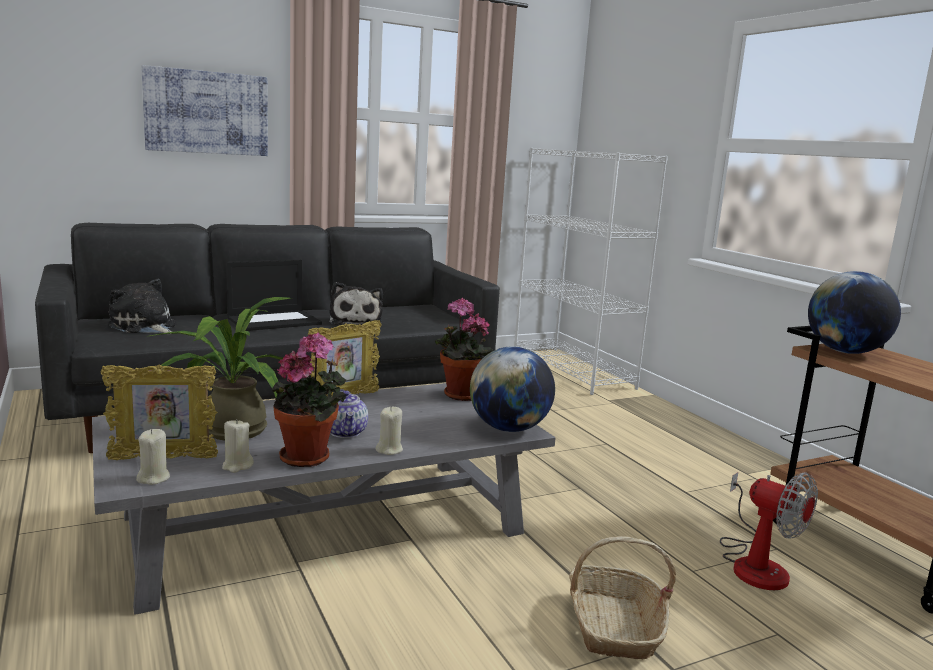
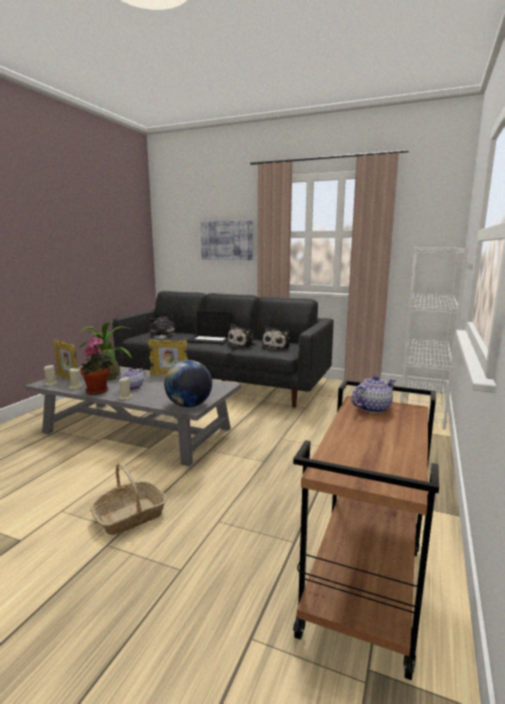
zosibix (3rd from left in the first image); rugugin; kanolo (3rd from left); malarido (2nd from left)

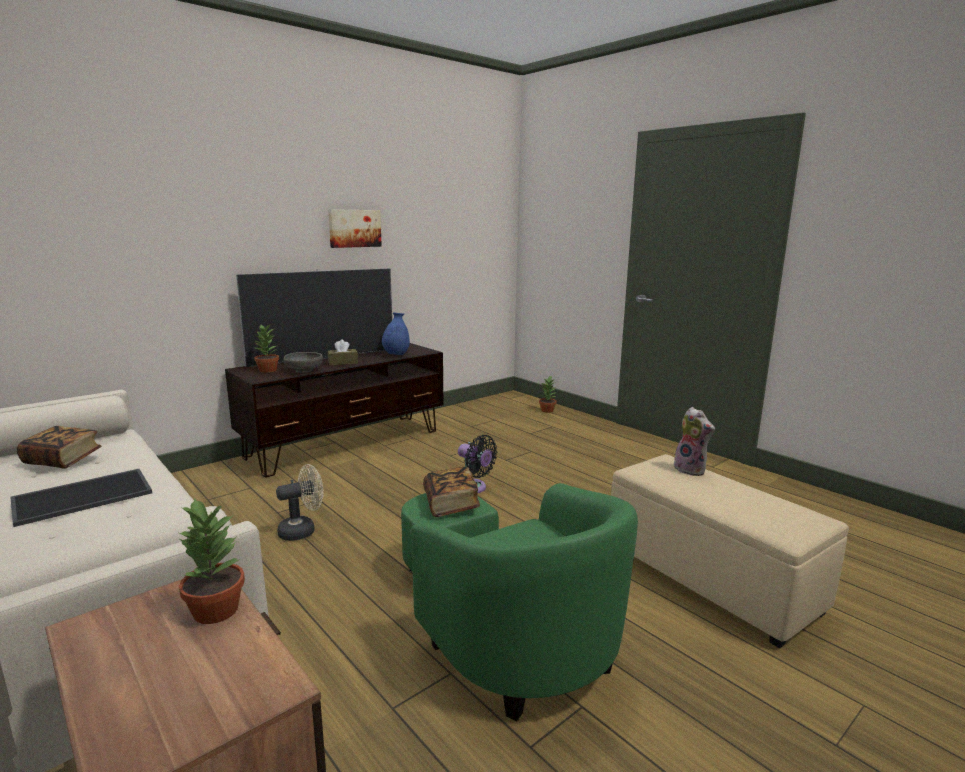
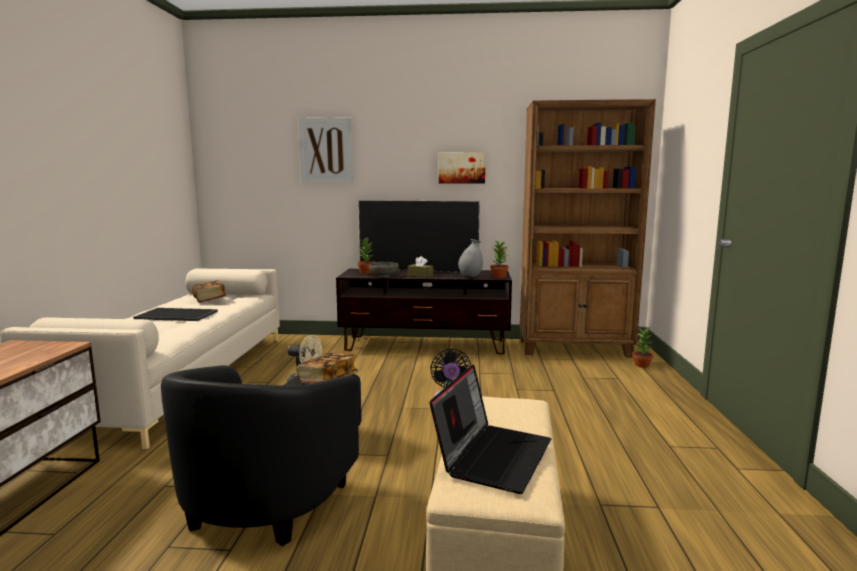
kanolo; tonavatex (1st from left); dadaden; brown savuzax; zosibix (2nd from left); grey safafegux; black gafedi

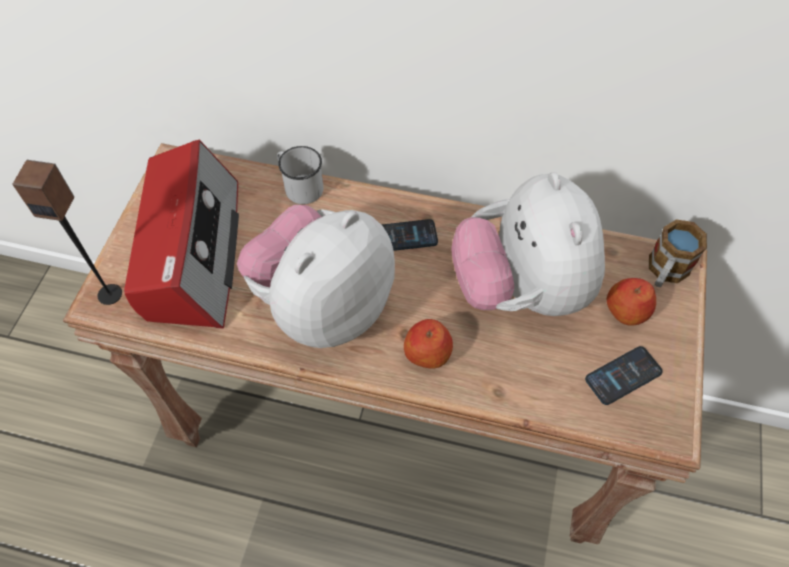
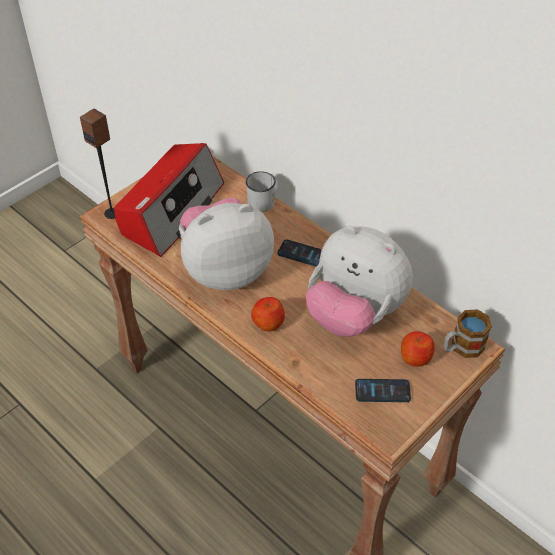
kanolo (2nd from left)

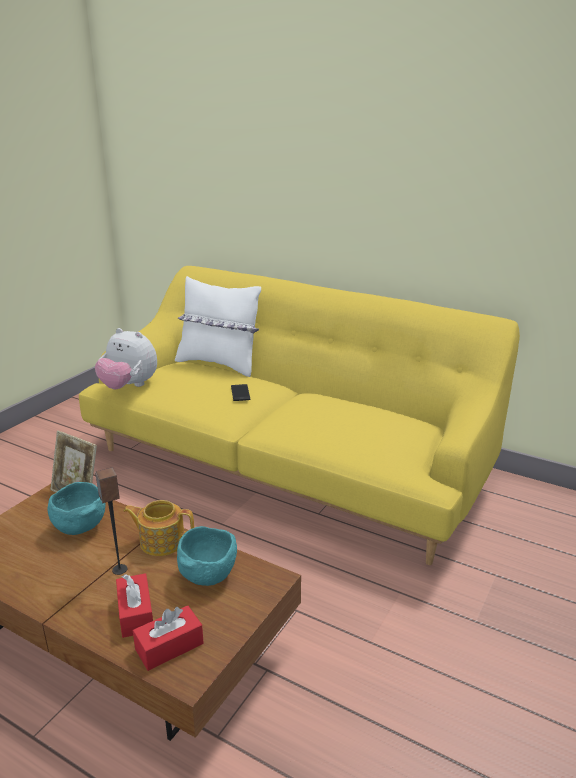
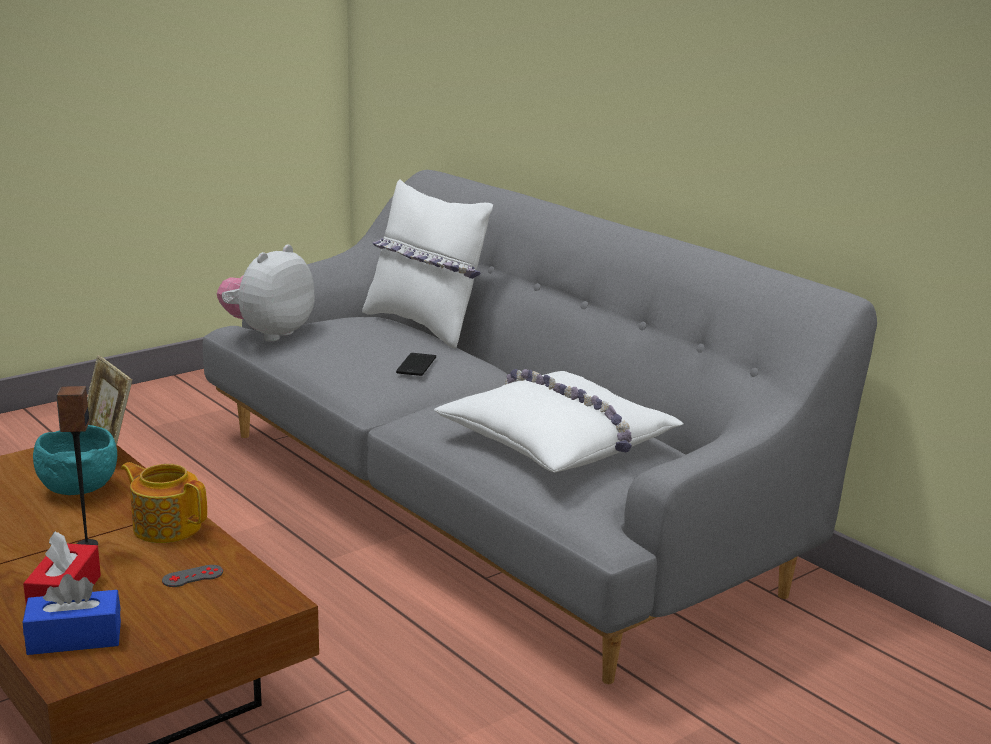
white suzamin (2nd from left); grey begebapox; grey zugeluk; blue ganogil; kanolo

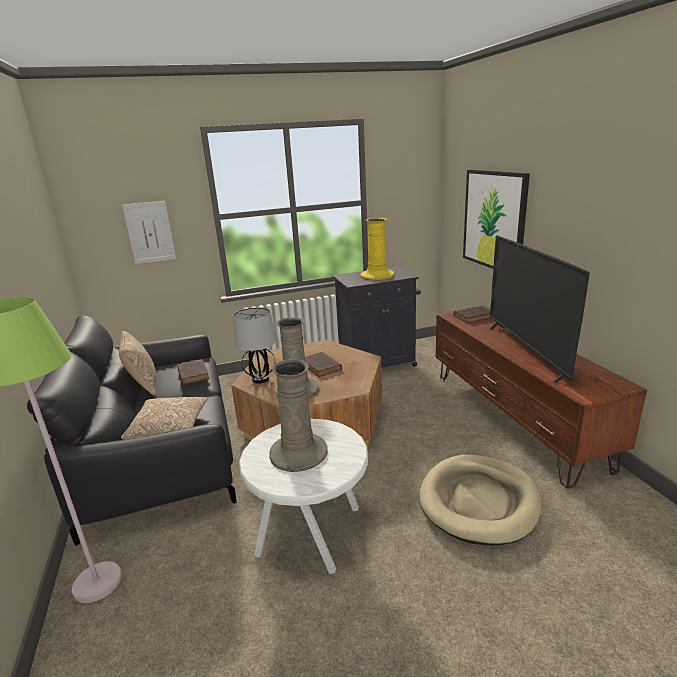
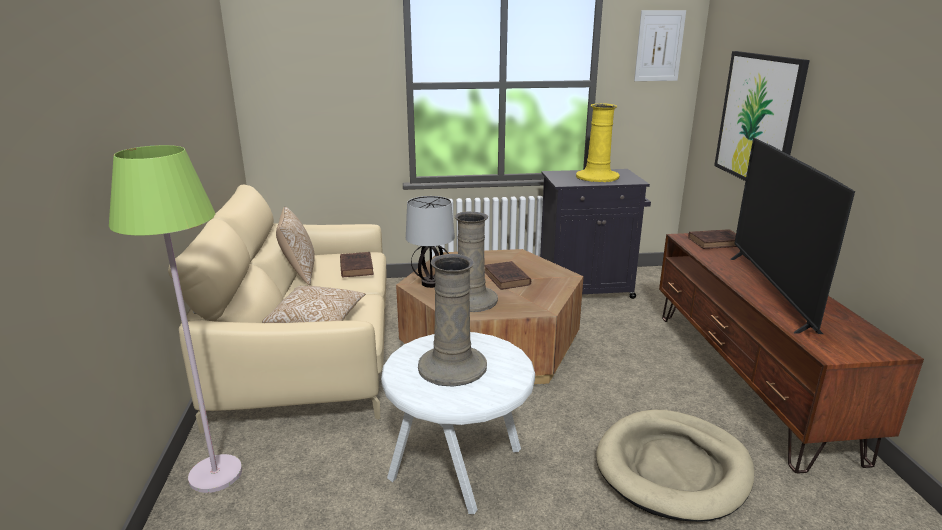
tonavatex (1st from left); beige zugeluk

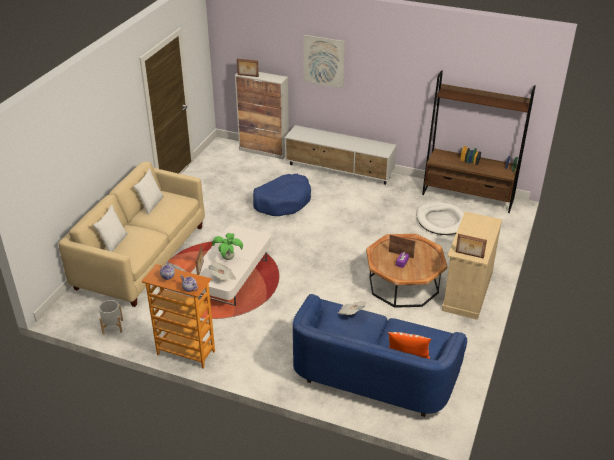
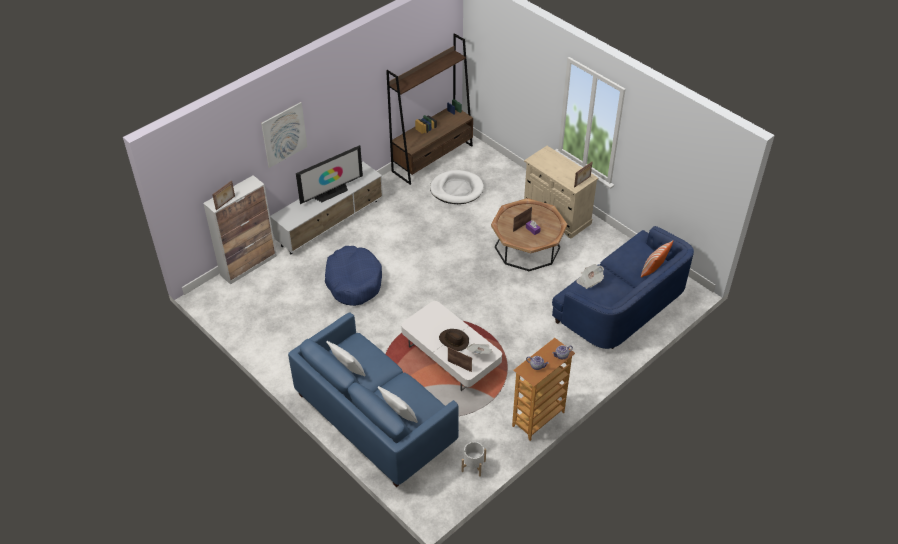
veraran; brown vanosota; blue zugeluk (1st from left)

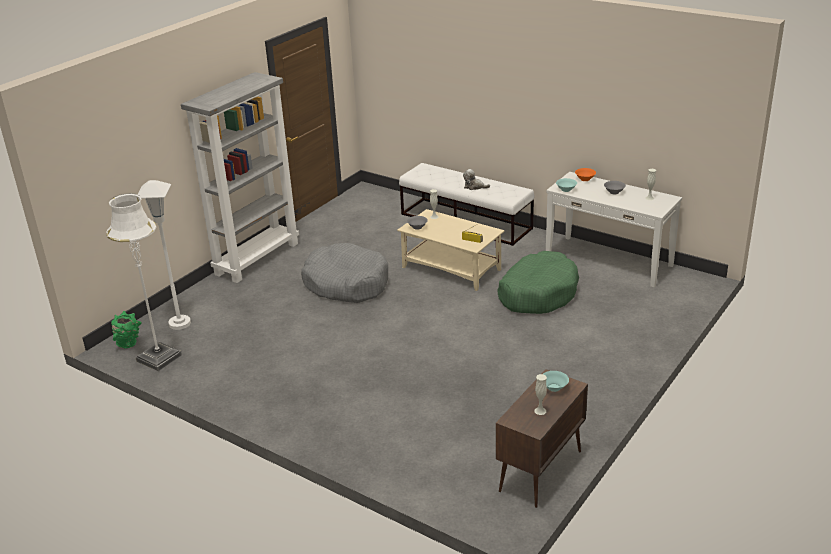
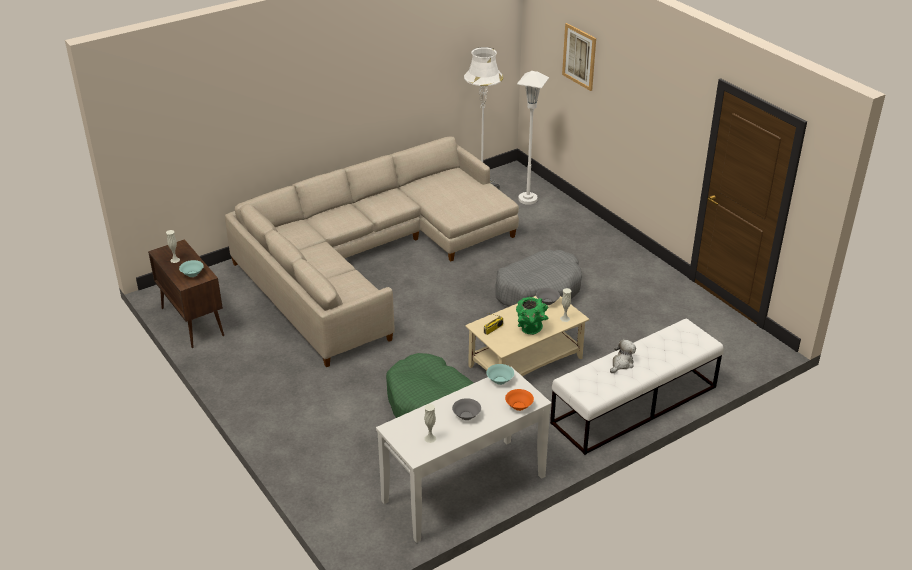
grey savuzax; beige zugeluk; tonavatex; green safafegux

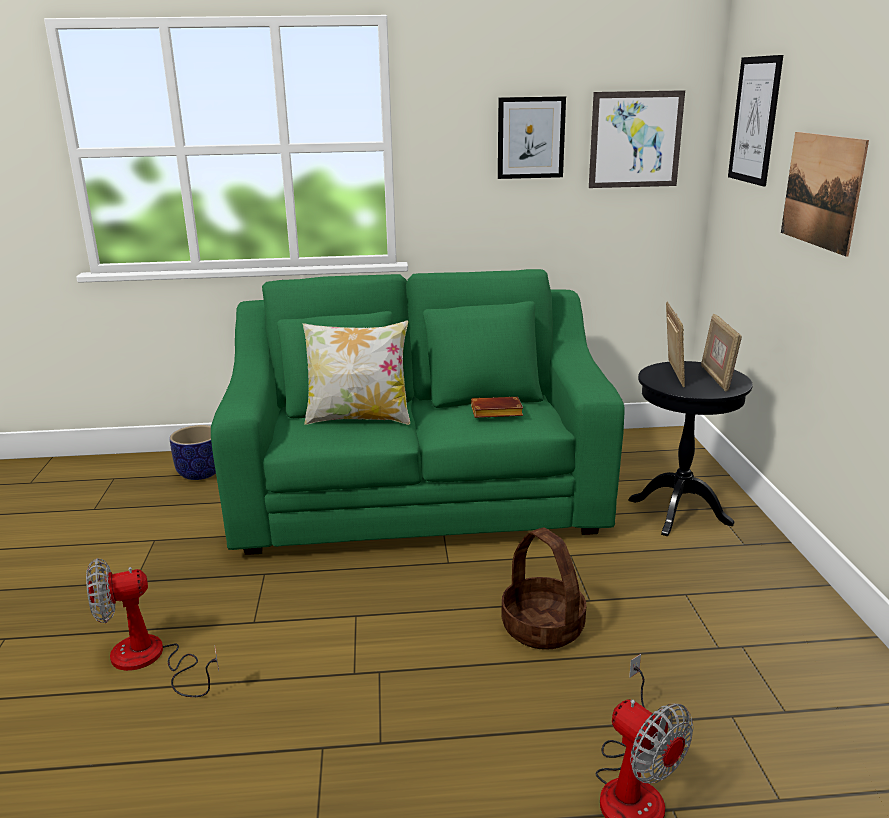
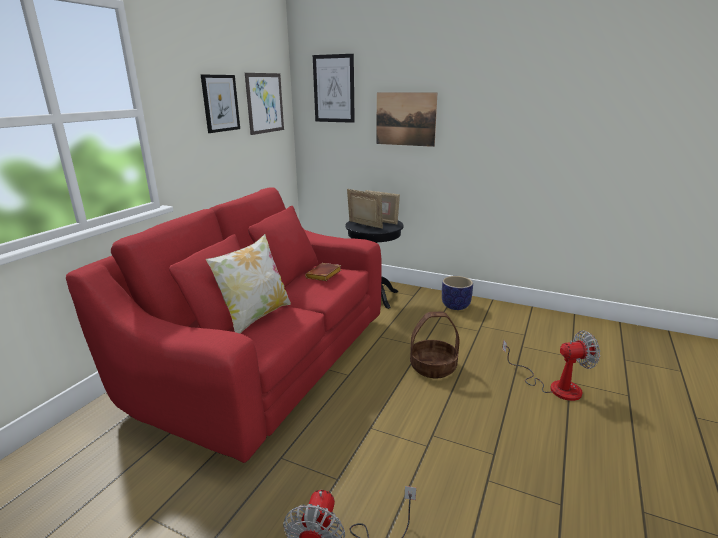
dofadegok; red zugeluk

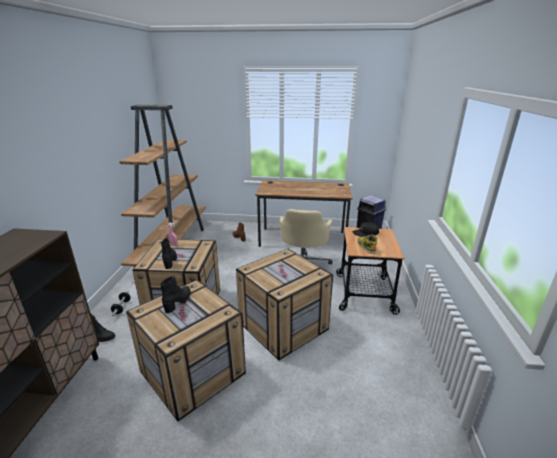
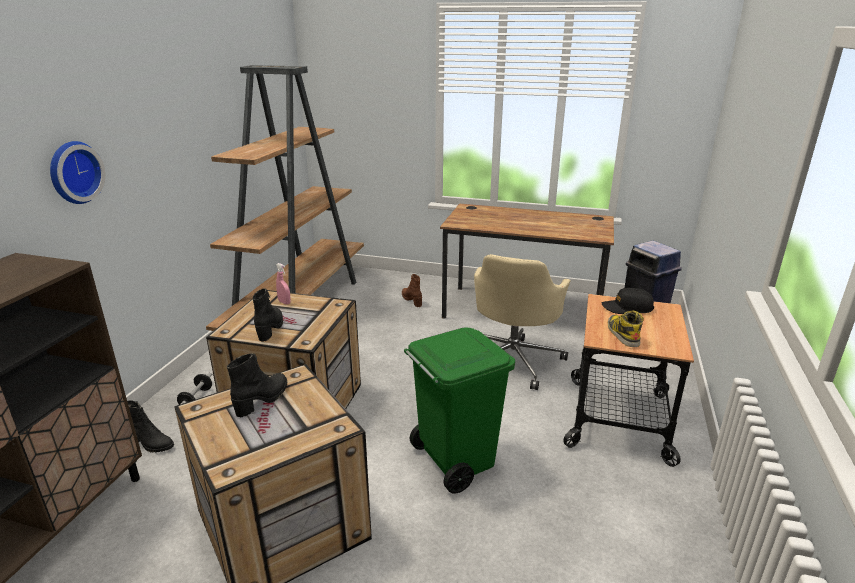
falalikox; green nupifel

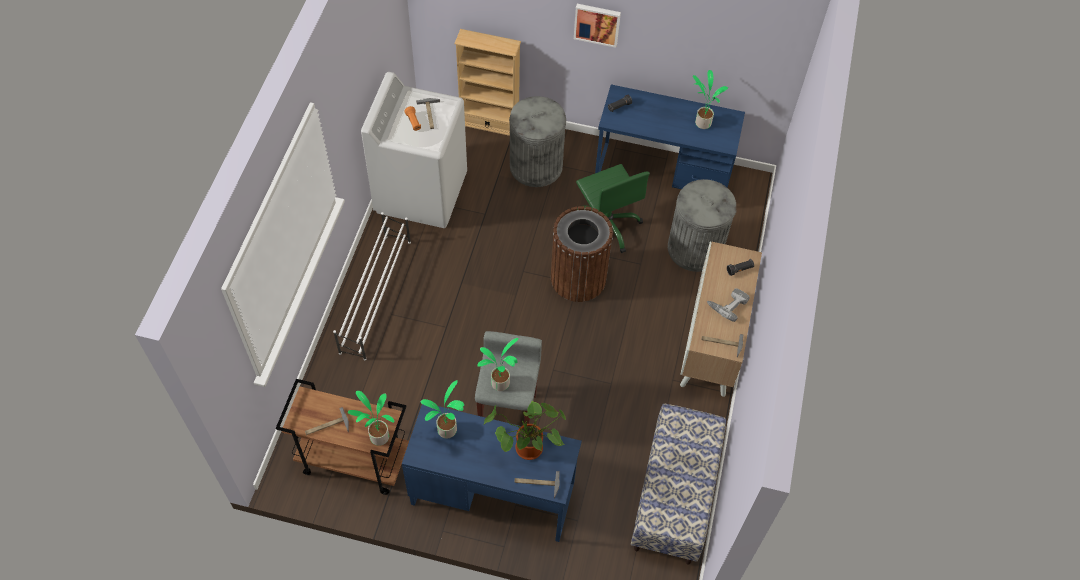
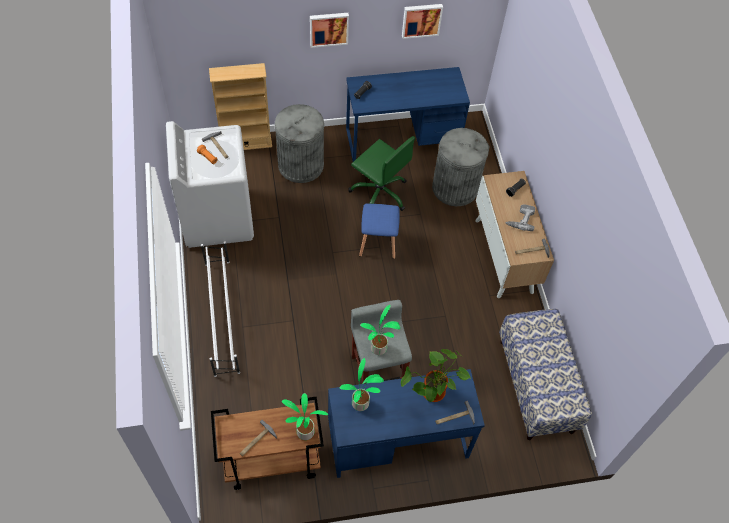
zosibix (5th from left in the first image); tonavatex (2nd from left); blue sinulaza

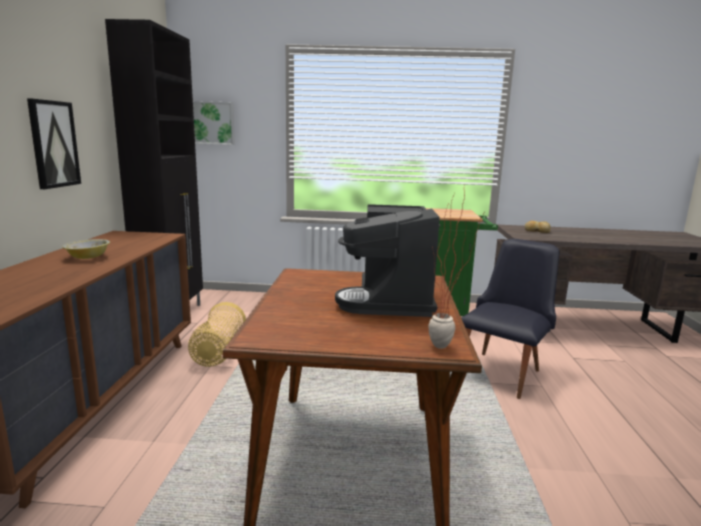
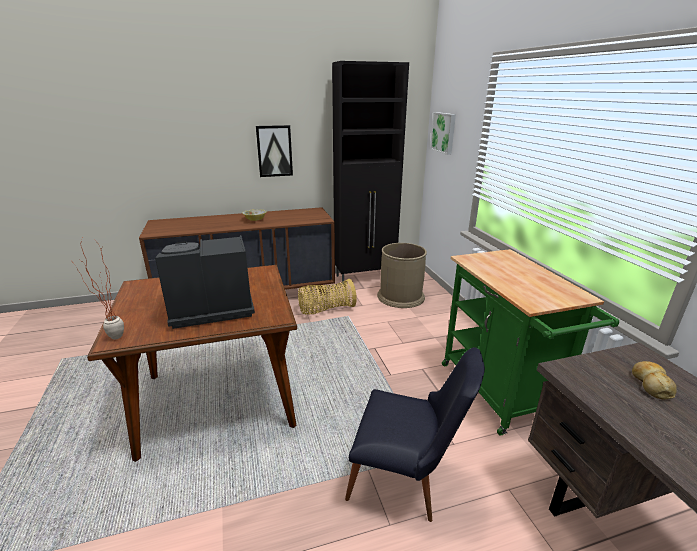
brown nupifel

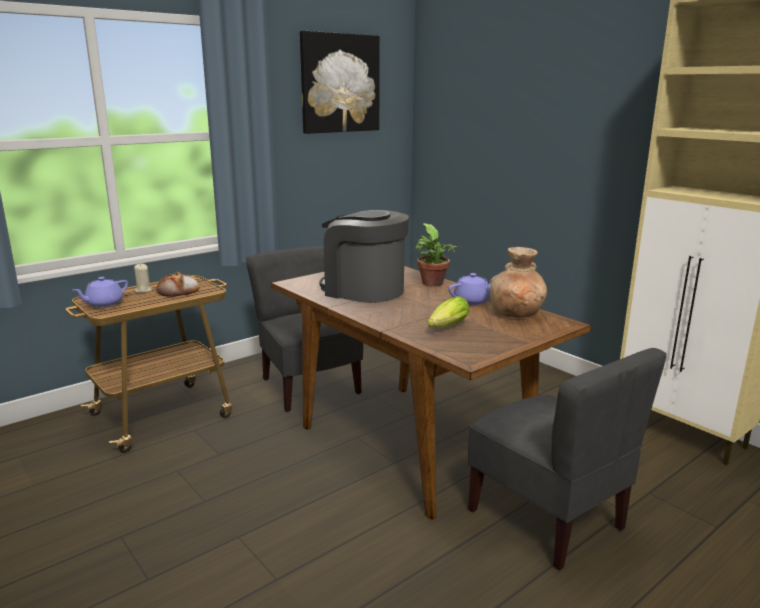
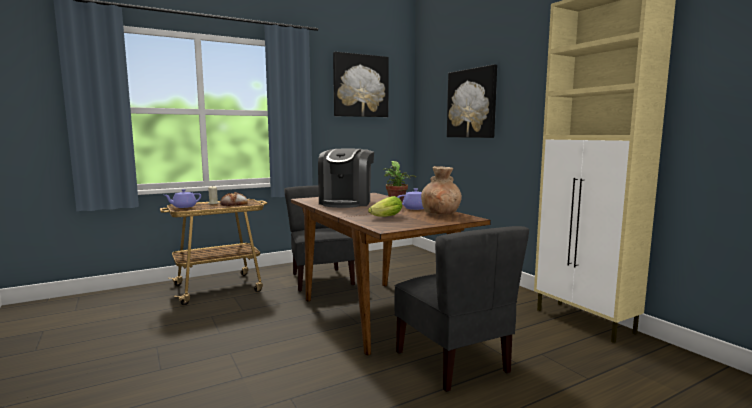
tonavatex (2nd from left); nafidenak

